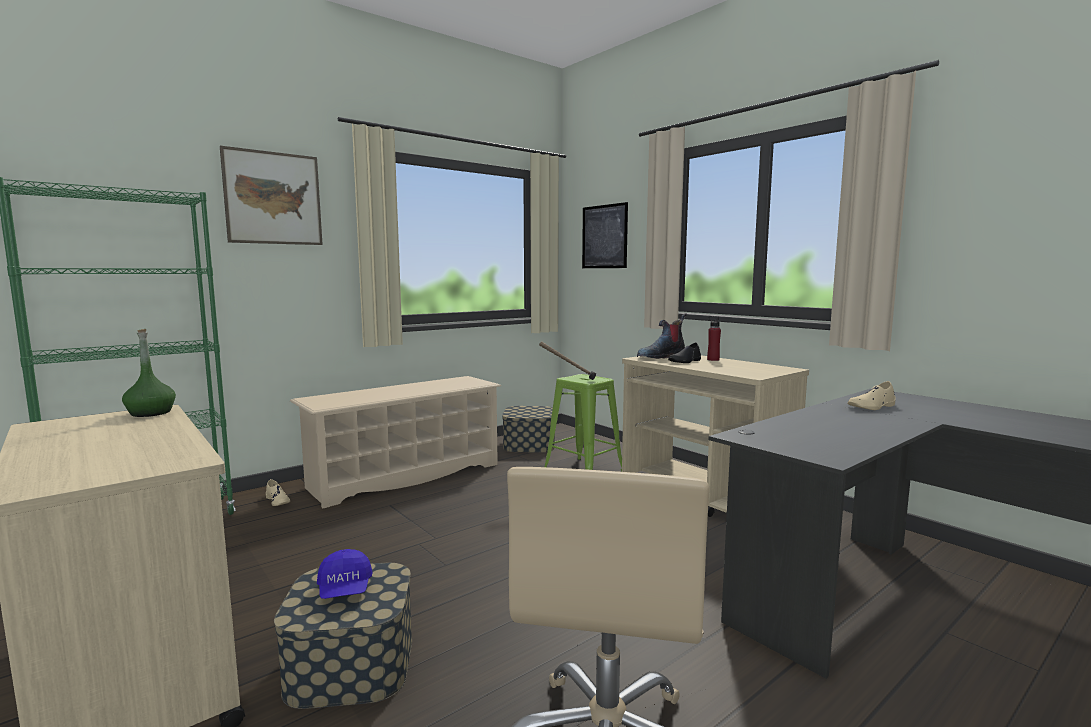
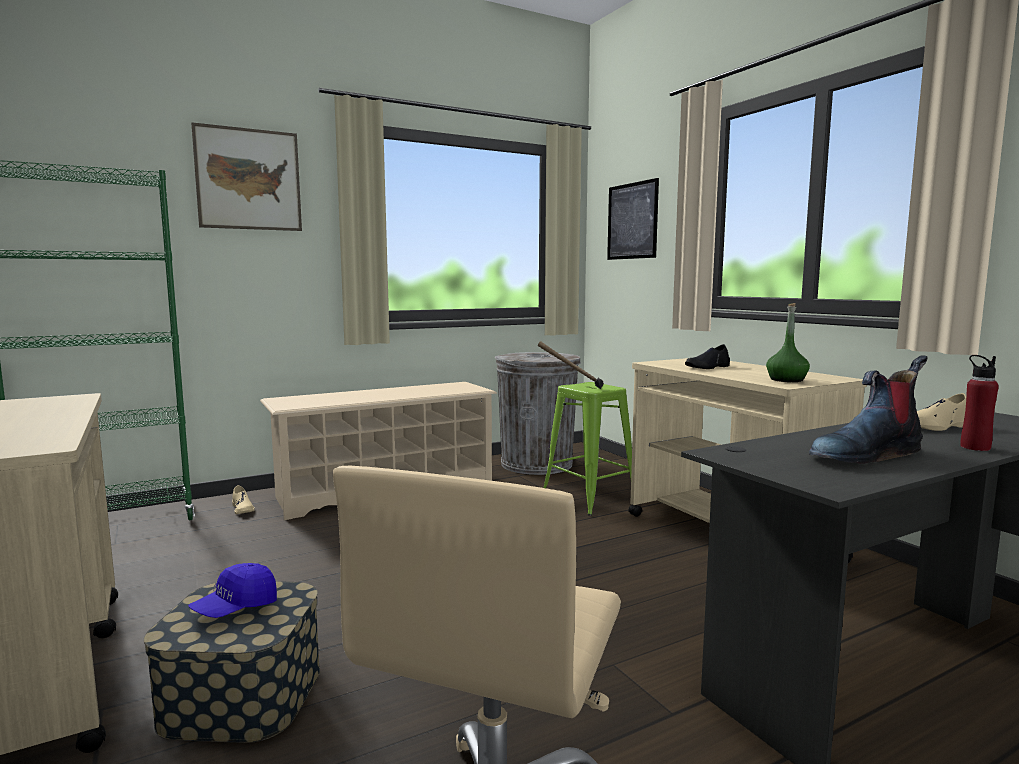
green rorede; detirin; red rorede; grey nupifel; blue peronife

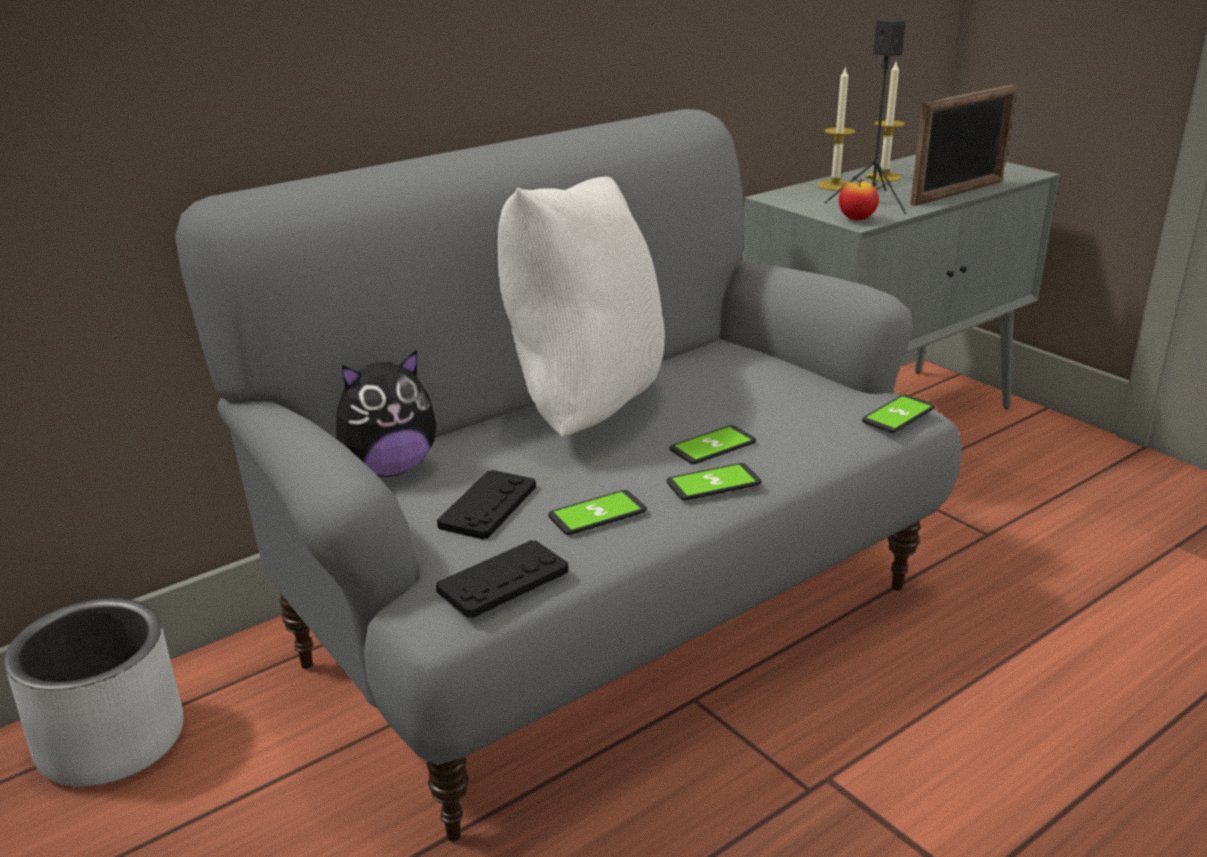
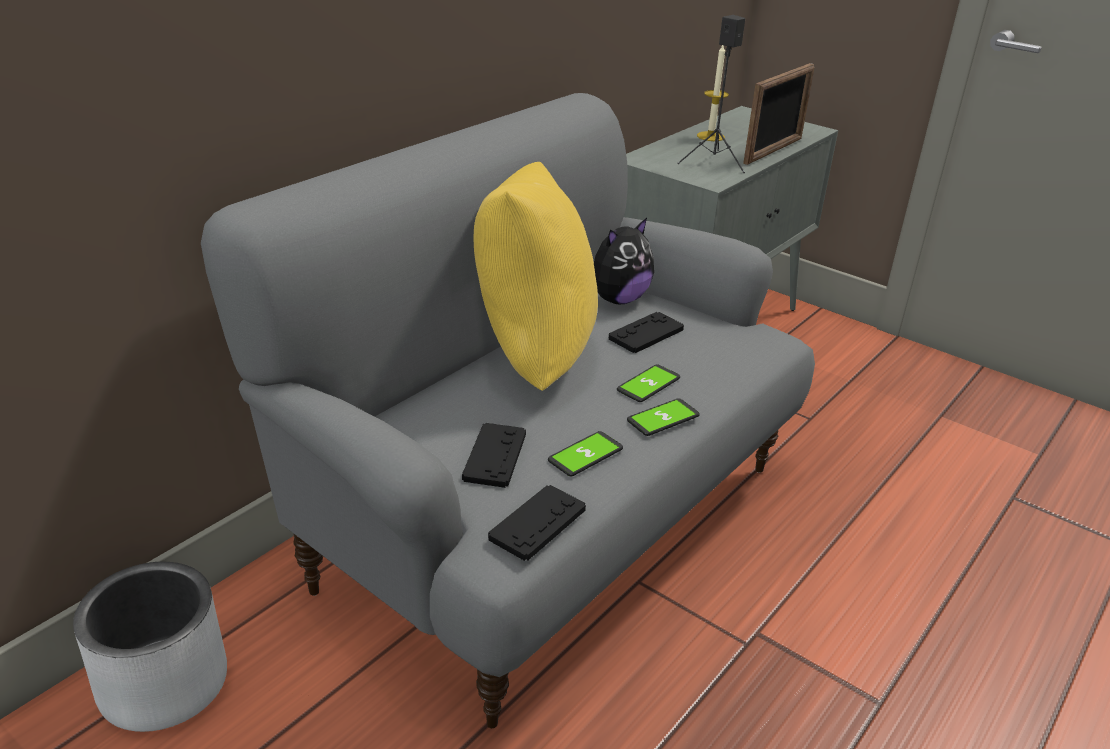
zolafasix (1st from left in the first image); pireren; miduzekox (4th from left in the first image); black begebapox (3rd from left); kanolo; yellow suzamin

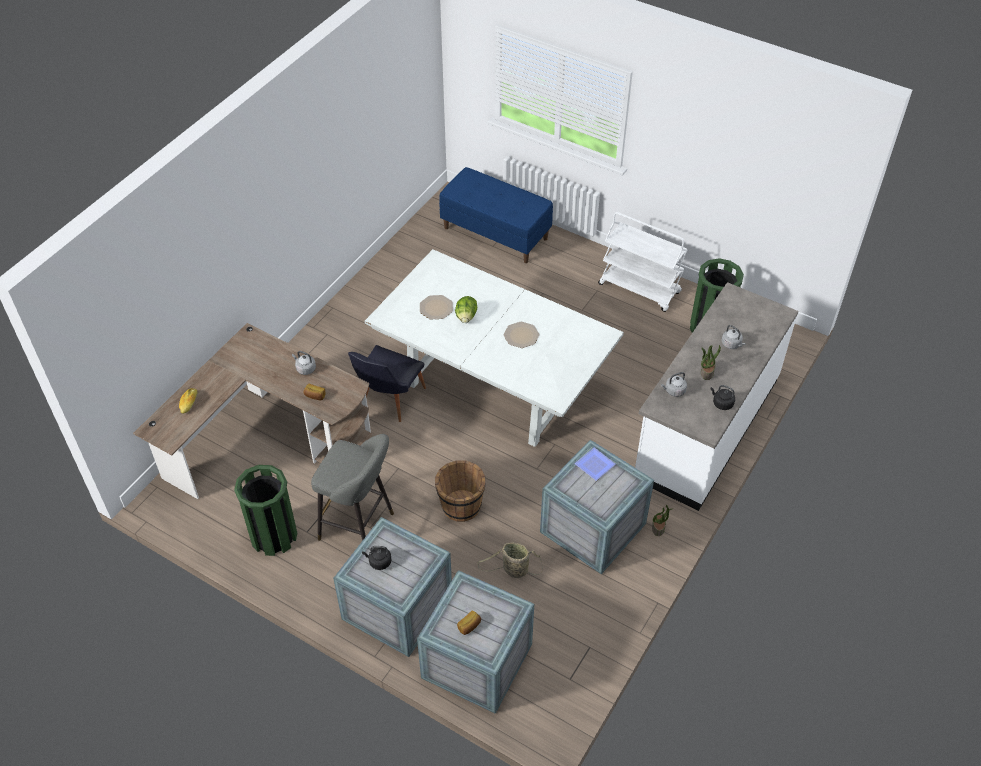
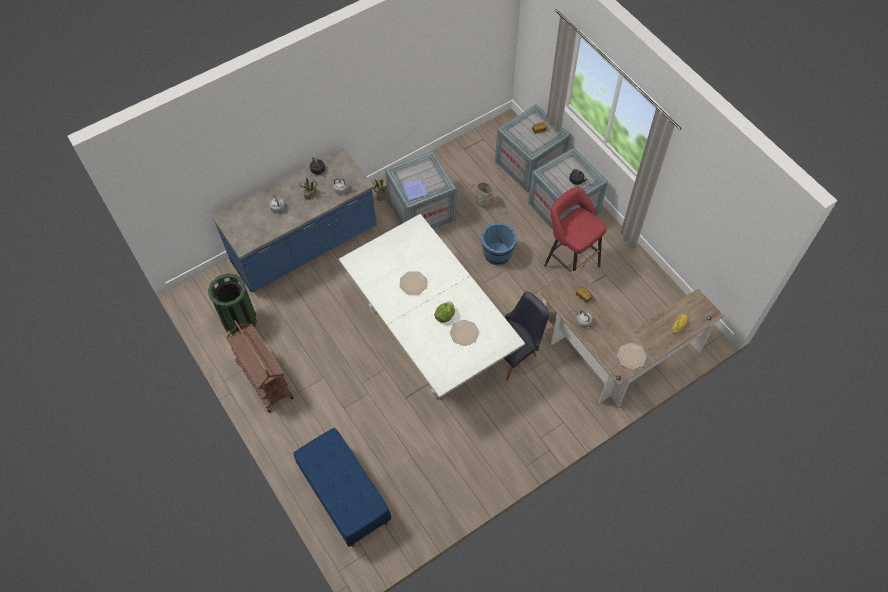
green nupifel (1st from left in the first image); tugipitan (4th from left); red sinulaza; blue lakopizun; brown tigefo; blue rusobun

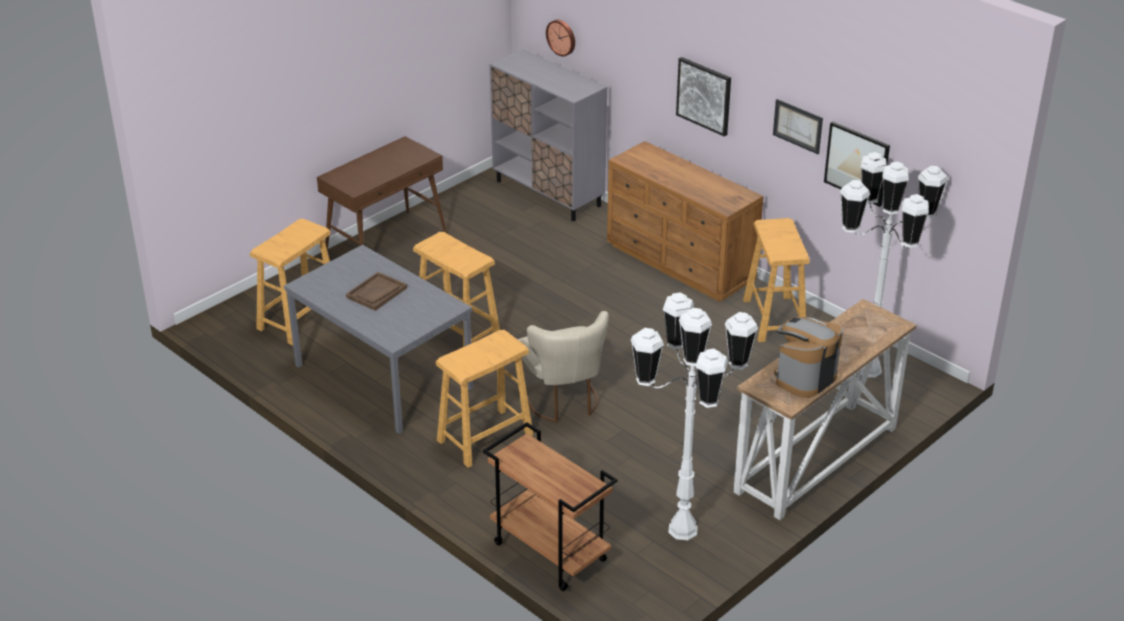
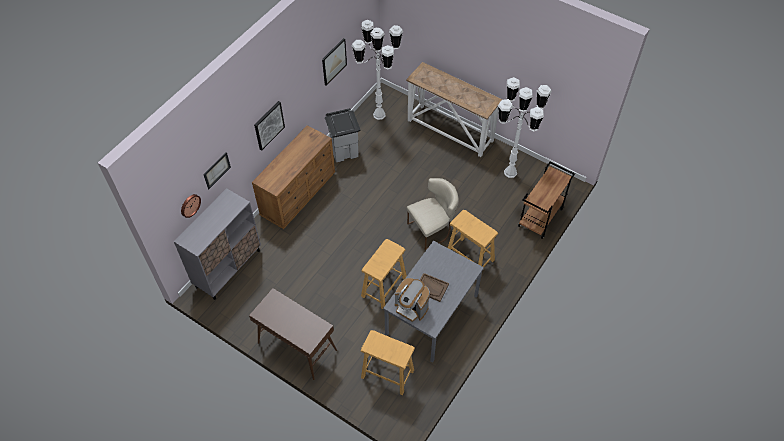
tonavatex (1st from left); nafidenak; grey nupifel

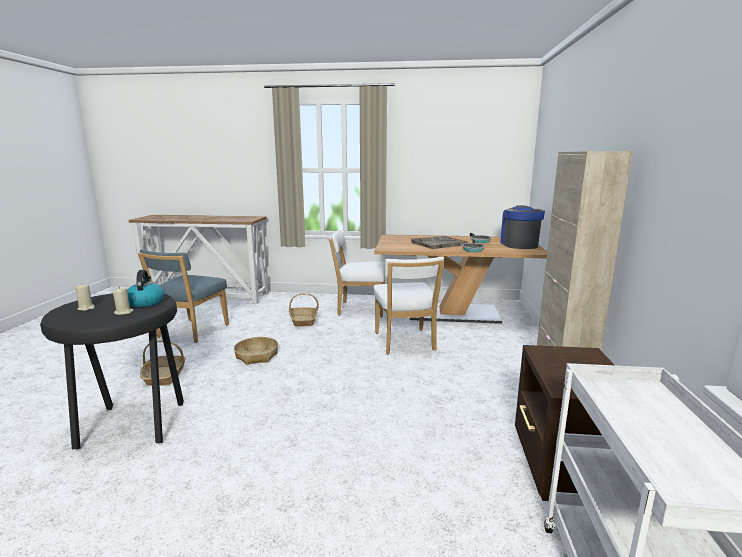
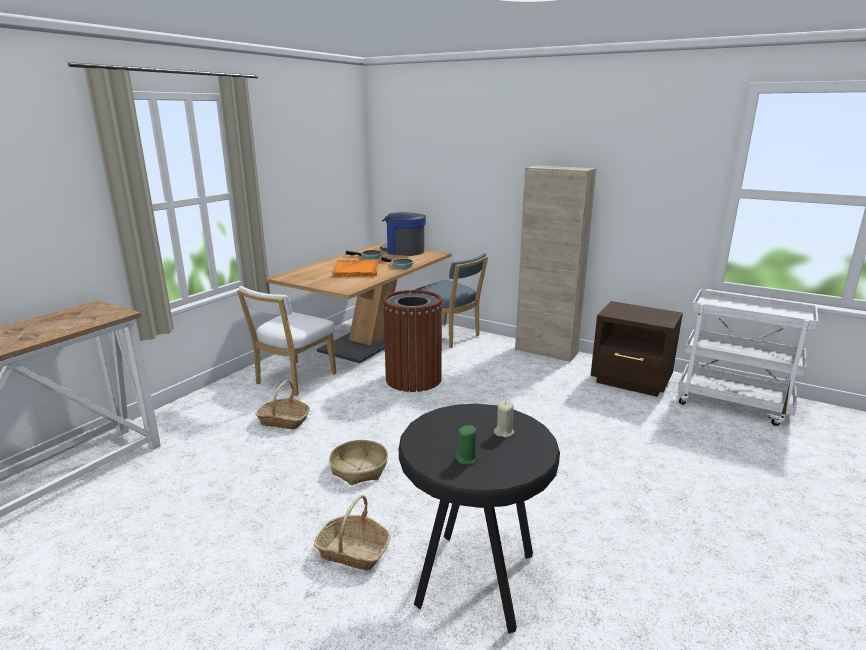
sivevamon; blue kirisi; brown nupifel; green zolafasix; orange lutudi

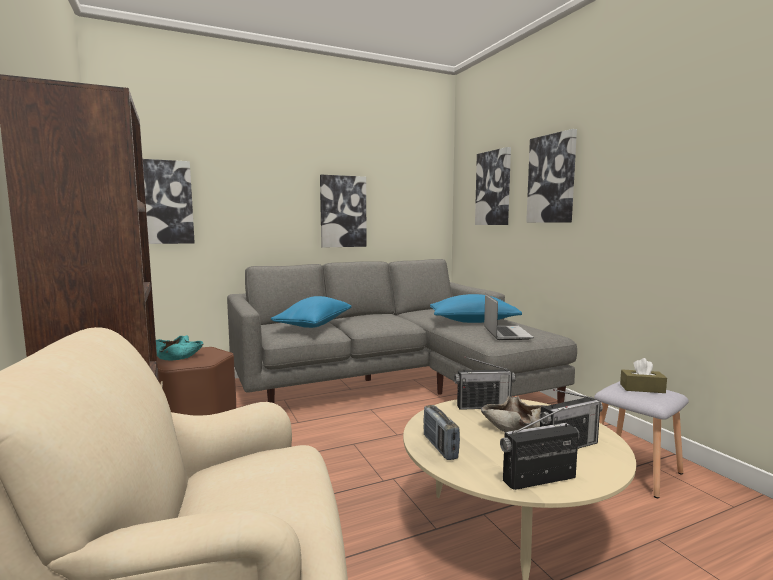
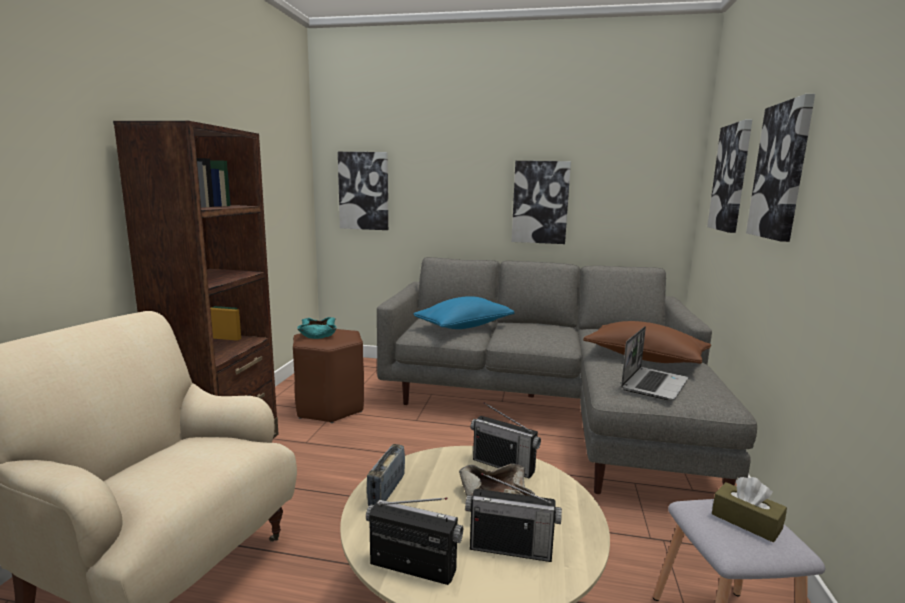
brown suzamin

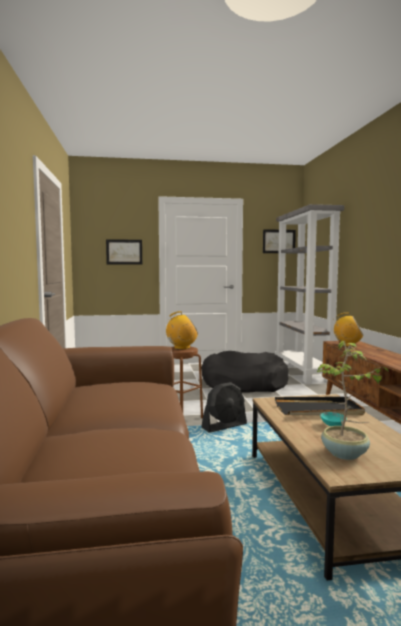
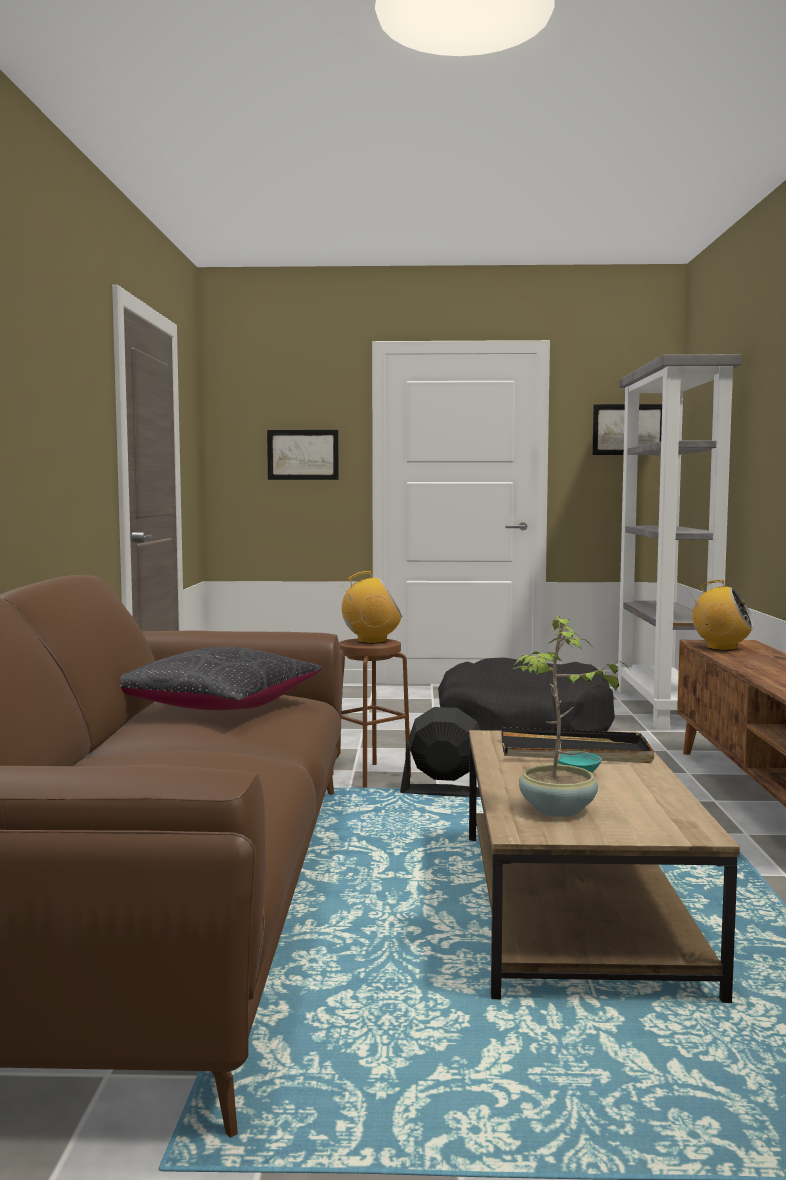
black suzamin; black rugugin

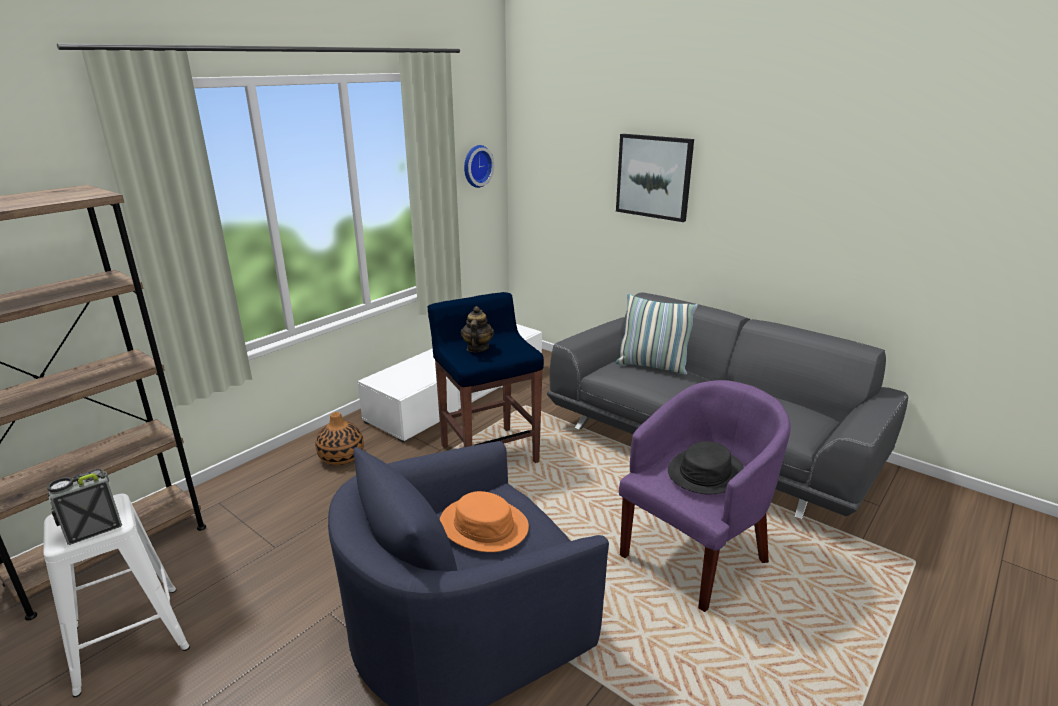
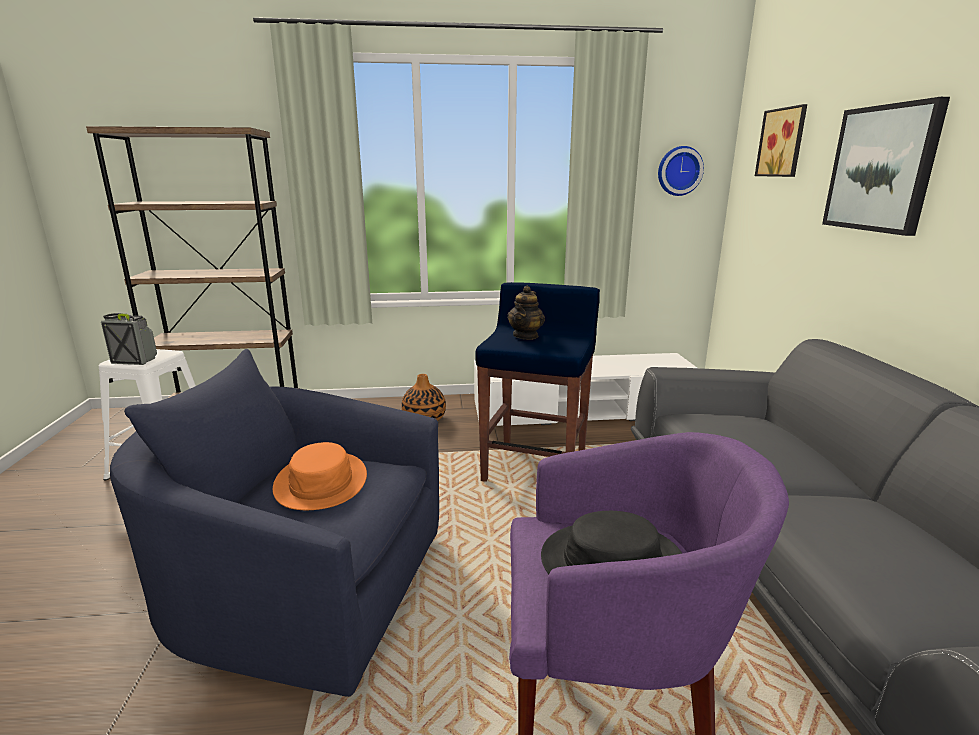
suzamin; tonavatex (1st from left); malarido

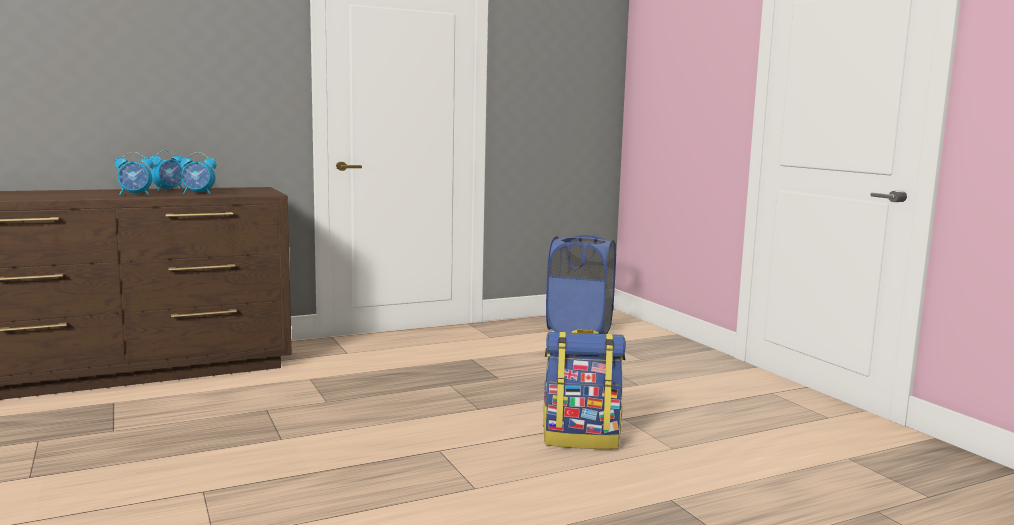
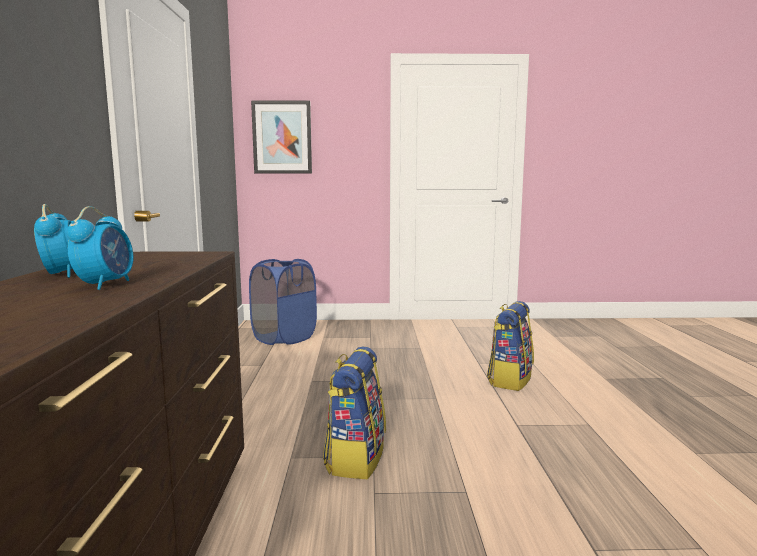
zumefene (3rd from left in the first image); tonavatex; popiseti (1st from left)

